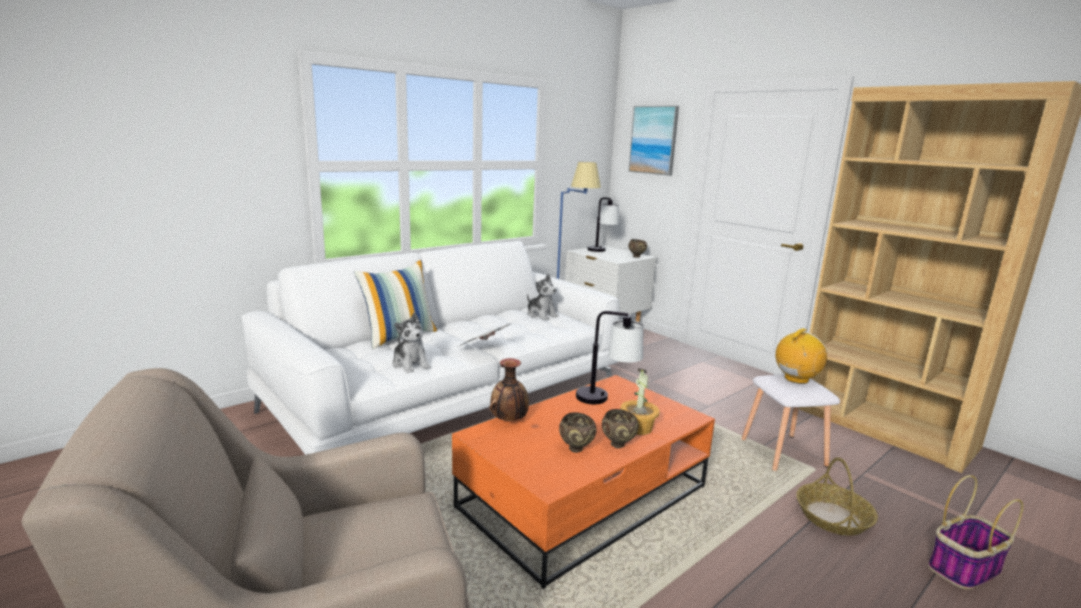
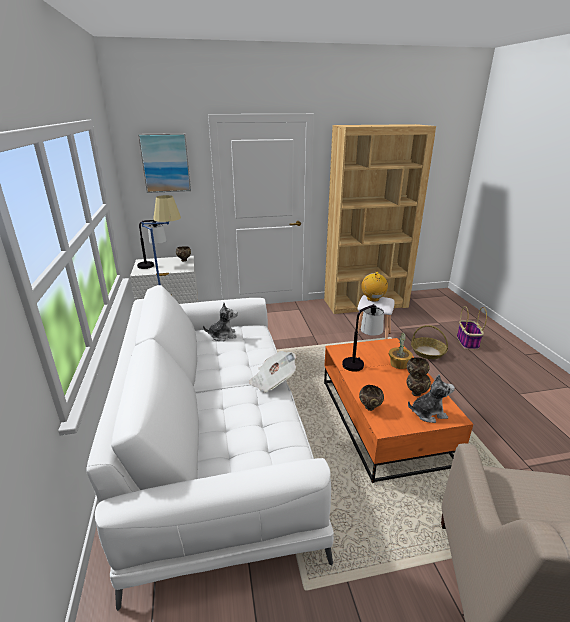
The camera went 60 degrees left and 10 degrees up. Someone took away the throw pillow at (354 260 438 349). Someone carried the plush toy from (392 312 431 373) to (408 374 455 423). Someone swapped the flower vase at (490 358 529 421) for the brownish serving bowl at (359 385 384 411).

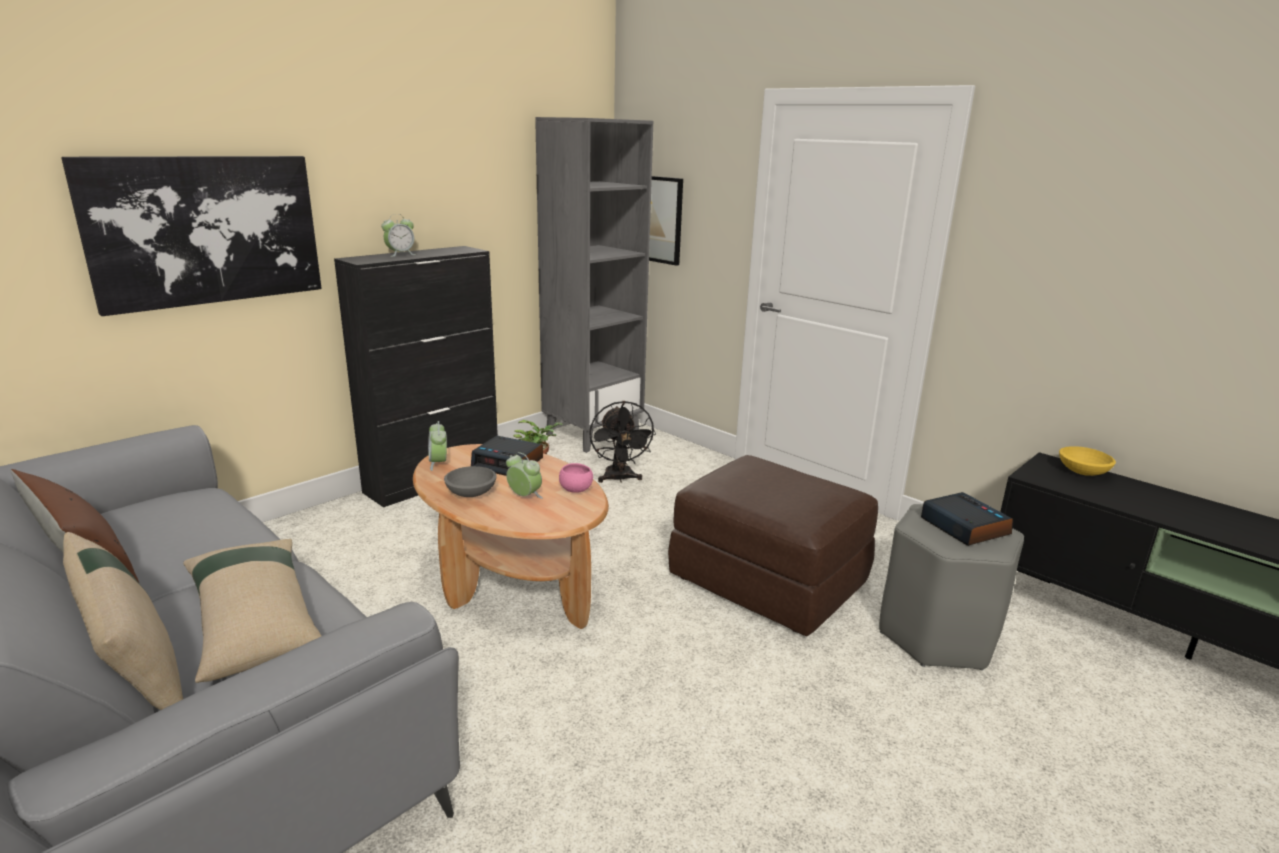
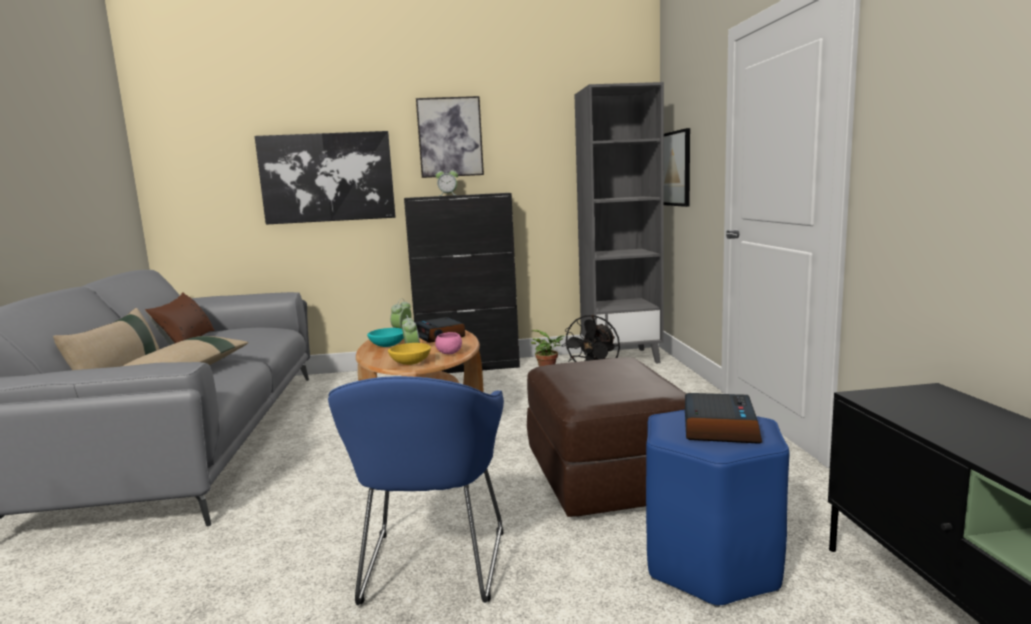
The camera went 40 degrees right and 10 degrees down. Someone put down the blue easy chair at (328 376 504 605). Someone put up the picture at (416 96 484 178). Someone carried the yellowish serving bowl from (1059 446 1116 476) to (388 343 431 365). Someone repainted the gray serving bowl at (444 466 497 497), which became the blue-green serving bowl at (367 328 404 347). Someone repainted the gray stool seat at (879 504 1024 670), which became the blue stool seat at (646 410 790 607).

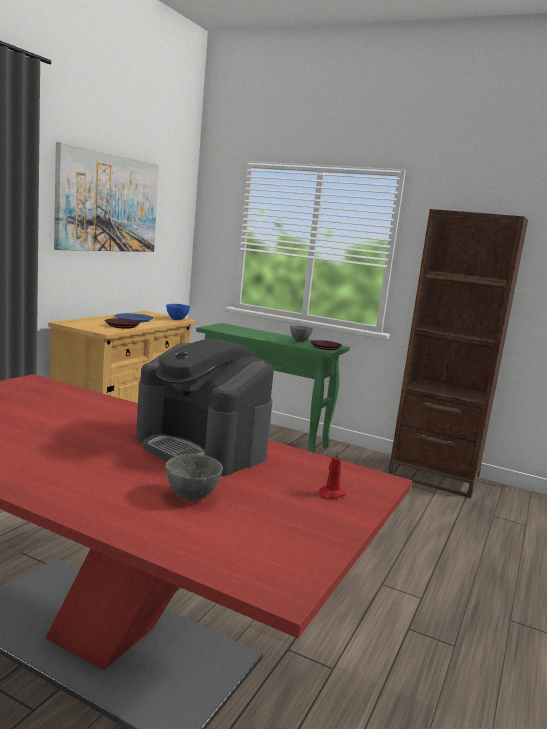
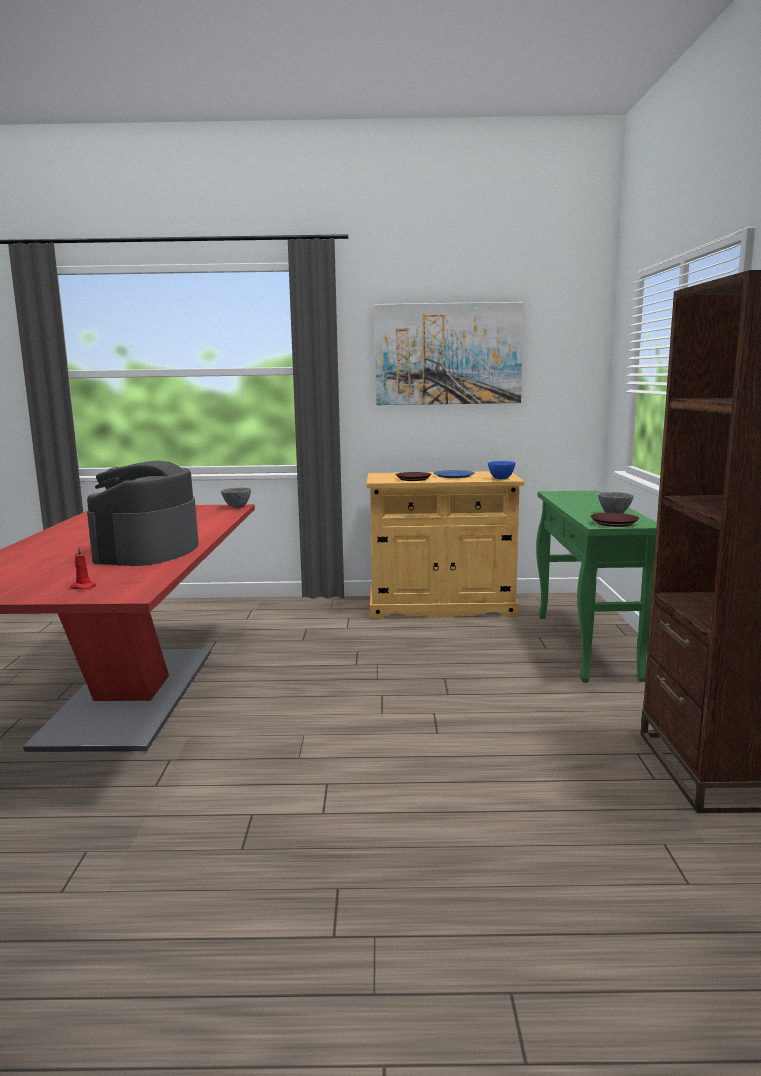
The camera went 65 degrees right and 0 degrees up. Someone carried the gray serving bowl from (165 454 223 501) to (221 488 251 508).

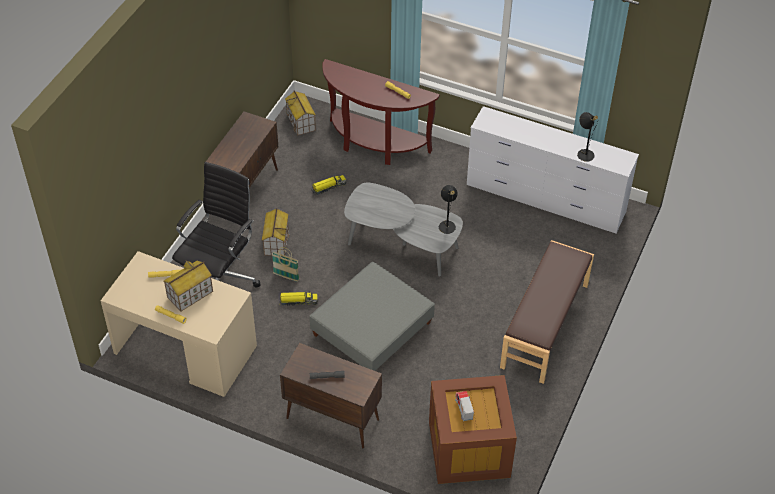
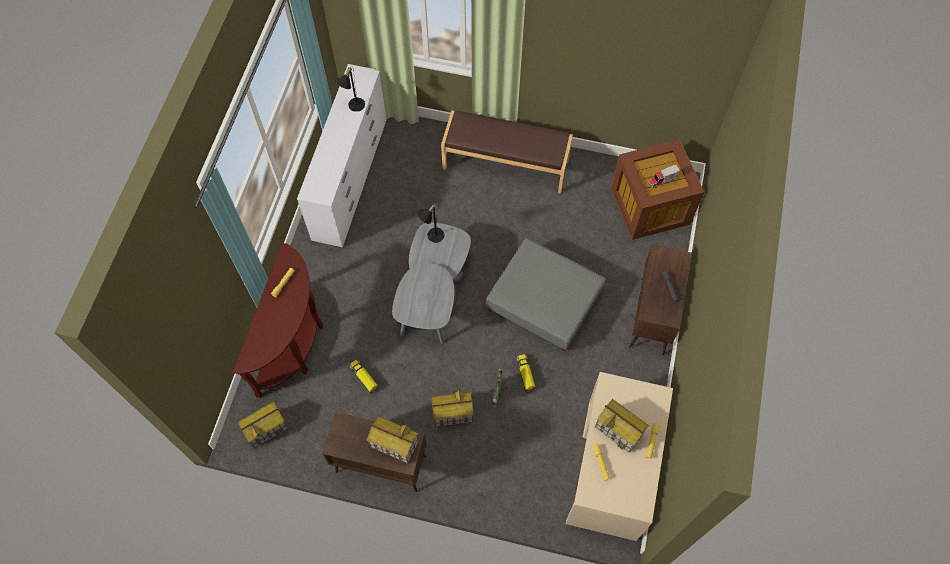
The camera went 100 degrees left and 15 degrees up. Someone took away the blackish computer chair at (172 162 260 287). Someone put down the toy house at (367 416 419 464).

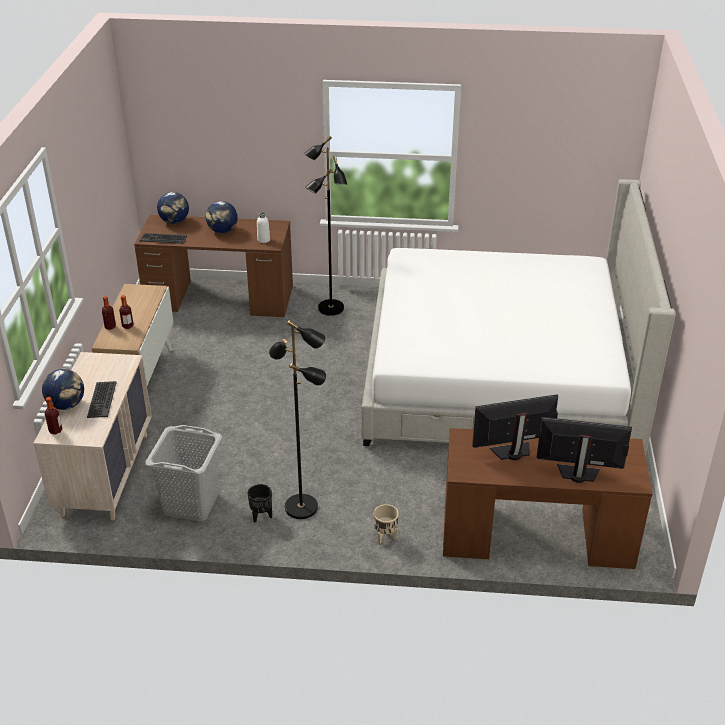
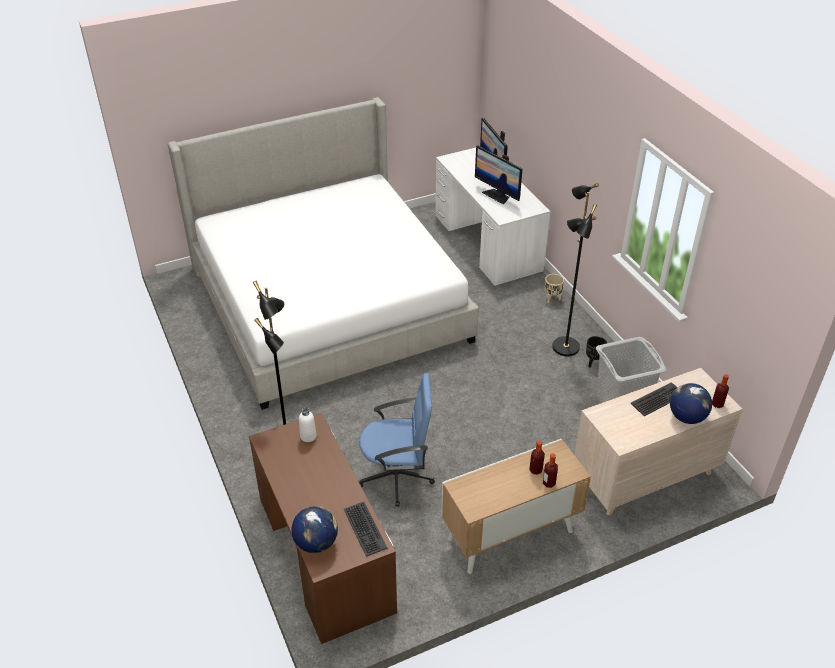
The camera went 120 degrees left and 5 degrees up. Someone took away the globe at (206 201 238 233). Someone put down the blue computer chair at (358 373 435 507). Someone repainted the brownish desk unit at (443 428 652 569), which became the white desk unit at (435 148 550 286).

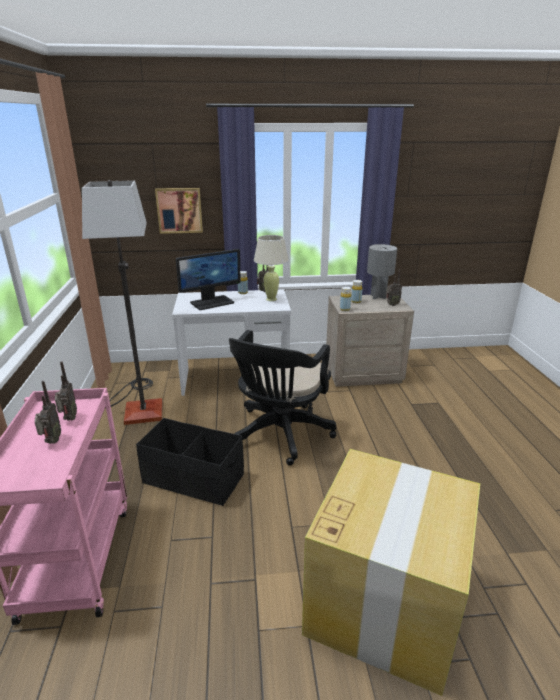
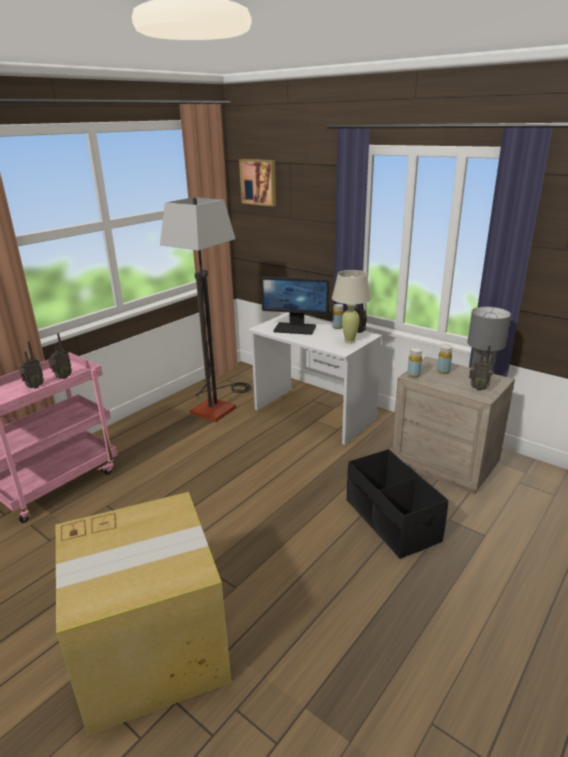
The camera went 45 degrees right and 0 degrees up. Someone took away the blackish computer chair at (229 330 336 466). Someone carried the blackish storage bin from (136 418 244 506) to (347 449 449 559). Someone carried the picture from (155 188 203 234) to (239 159 276 207).

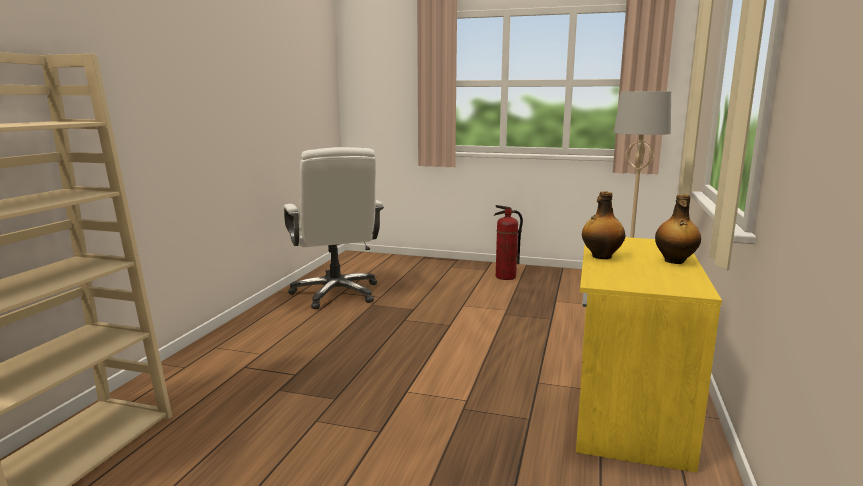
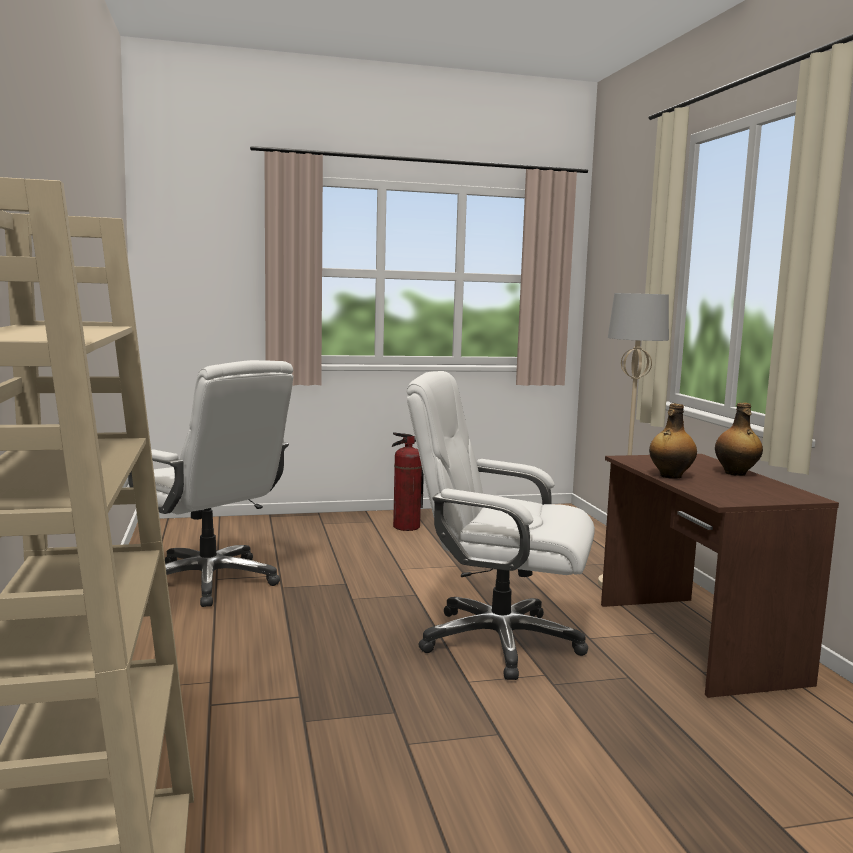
The camera went 30 degrees left and 5 degrees down. Someone put down the white computer chair at (406 371 595 680). Someone repainted the yellowish desk unit at (576 237 722 473), which became the brownish desk unit at (601 454 839 698).

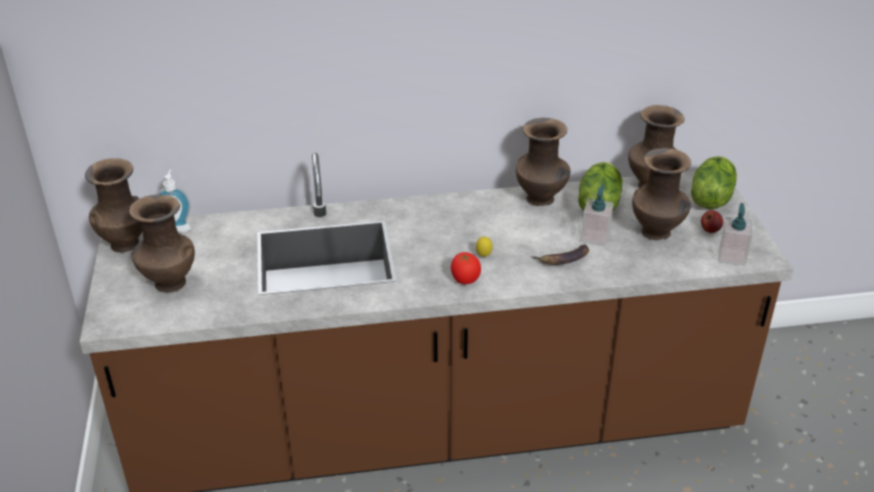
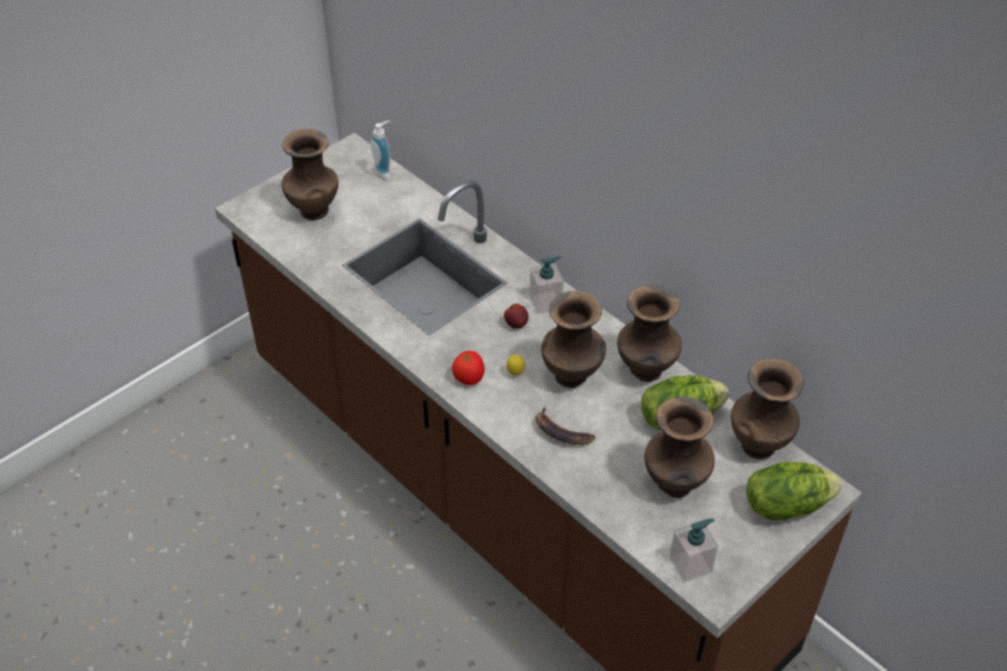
The camera went 55 degrees right and 10 degrees up. Someone carried the brownish flower vase from (85 158 142 253) to (541 291 606 388). Someone carried the soap bottle from (581 185 614 247) to (530 256 564 314). Someone carried the apple from (701 210 723 233) to (504 304 529 329).

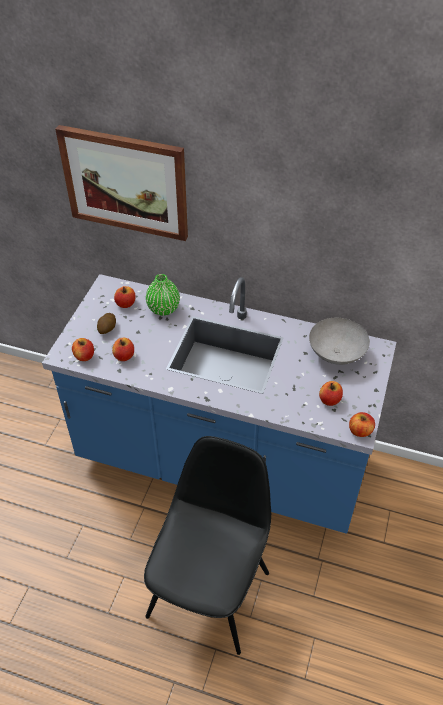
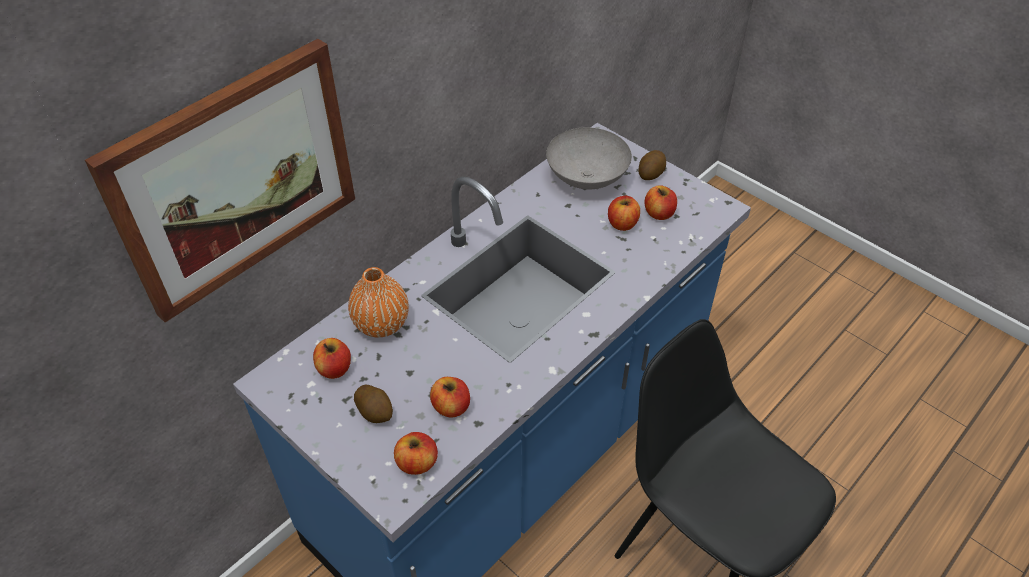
The camera went 65 degrees left and 0 degrees up. Someone put down the whole potato at (638 150 666 180). Someone carried the apple from (349 412 375 437) to (608 196 640 231). Someone repainted the green-coloured flower vase at (146 274 180 316), which became the orange flower vase at (348 267 409 337).

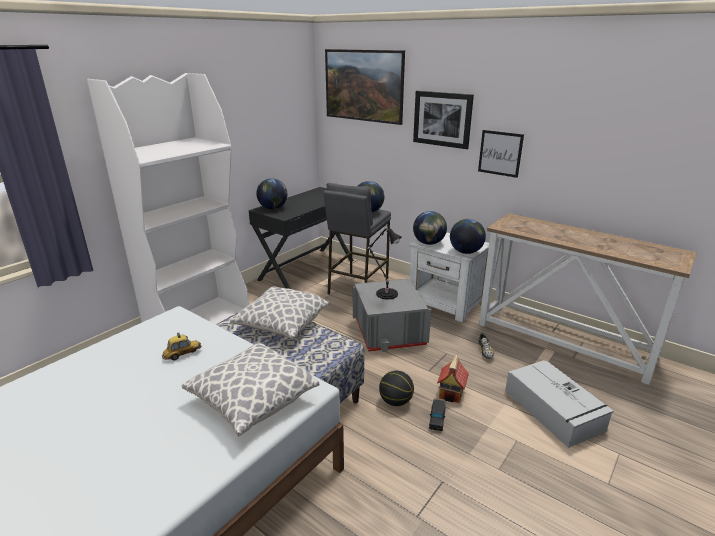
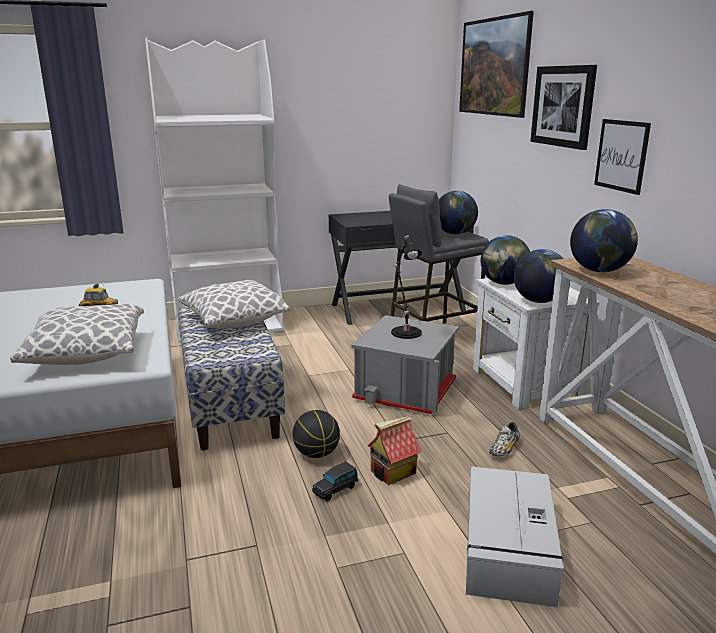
The camera went 35 degrees right and 5 degrees down. Someone carried the globe from (256 178 288 209) to (570 209 638 272).

